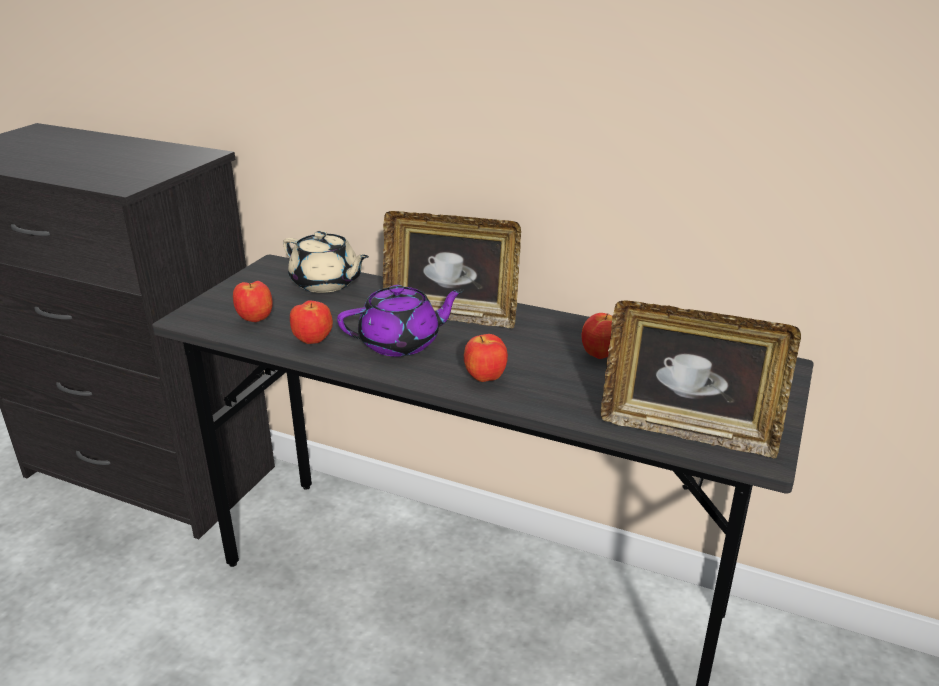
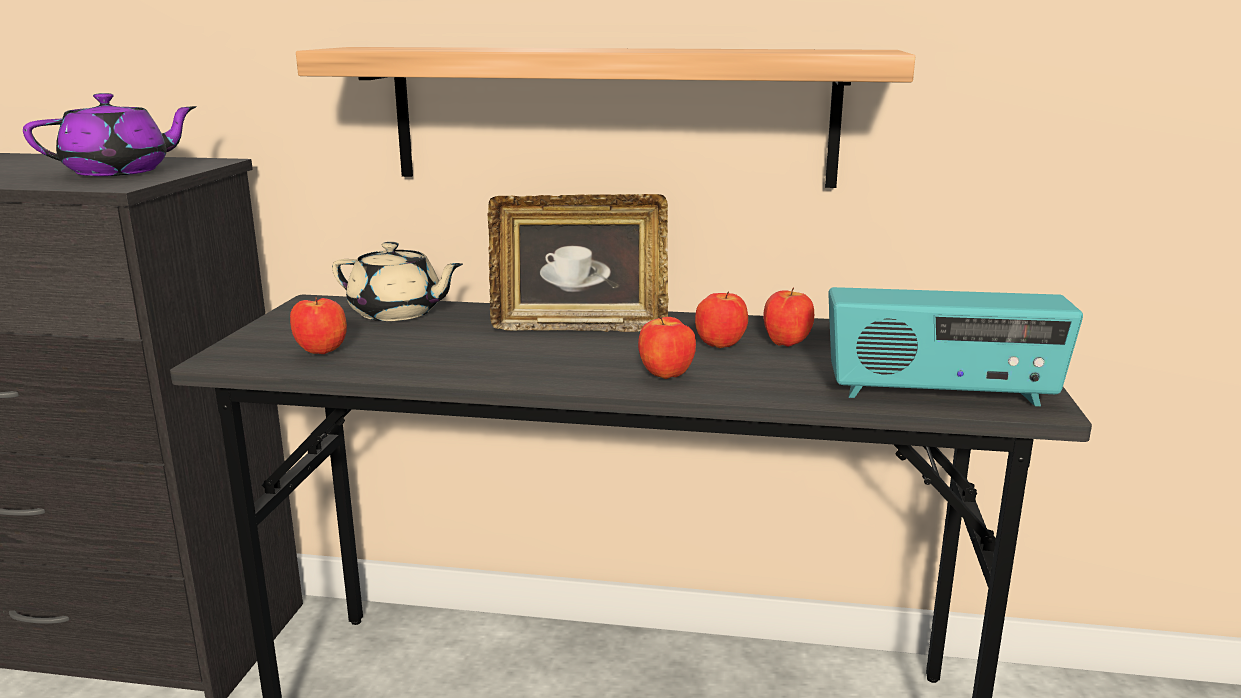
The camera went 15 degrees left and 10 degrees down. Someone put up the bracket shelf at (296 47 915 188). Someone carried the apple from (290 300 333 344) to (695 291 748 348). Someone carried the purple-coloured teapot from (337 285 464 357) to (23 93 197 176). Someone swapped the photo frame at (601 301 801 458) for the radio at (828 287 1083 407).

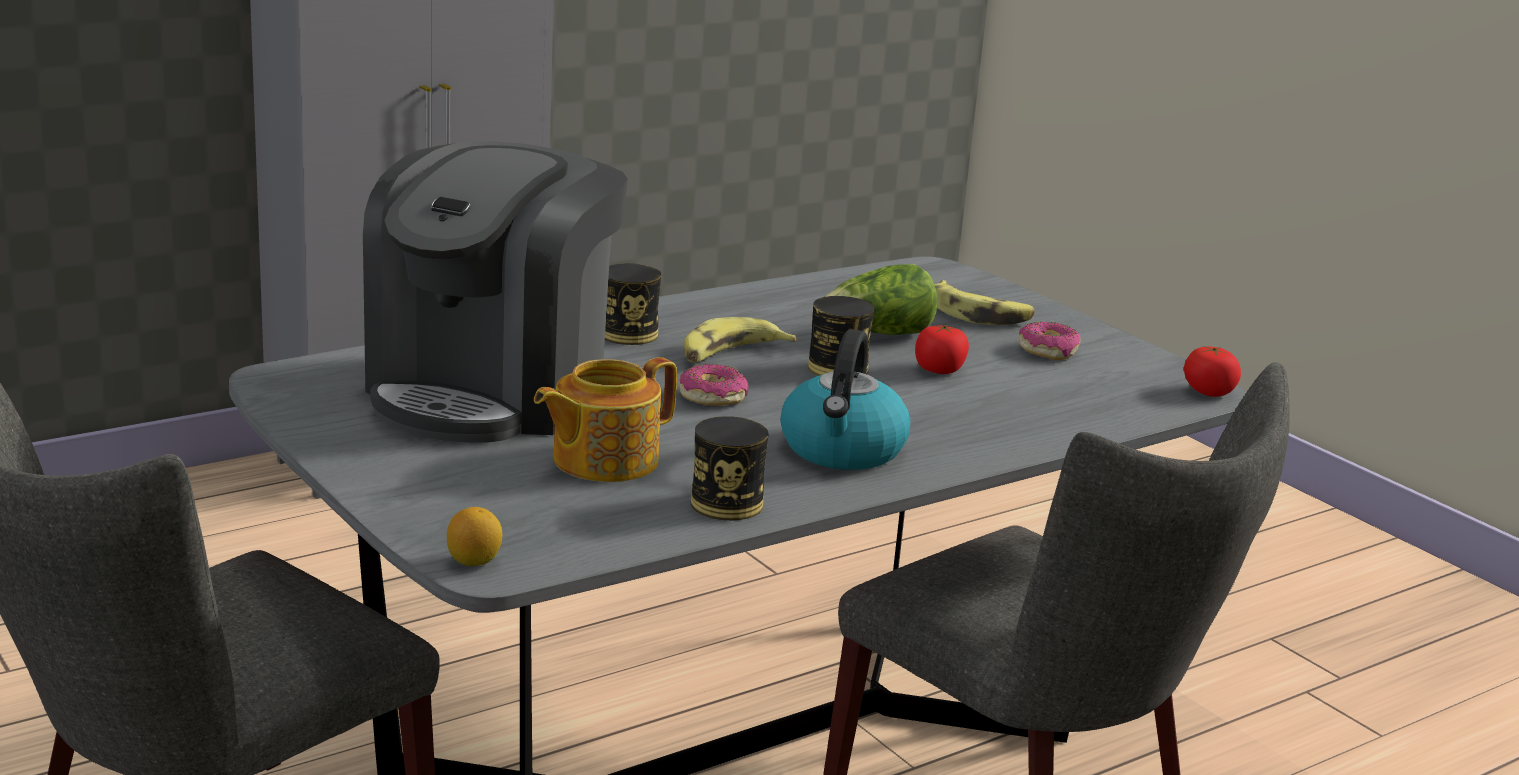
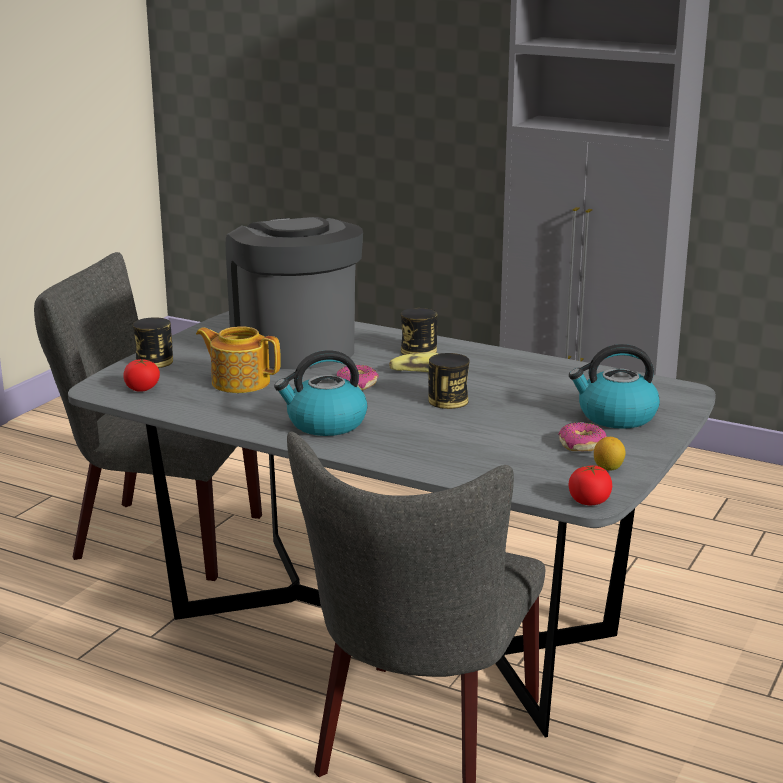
The camera went 65 degrees right and 0 degrees up. Someone took away the head of lettuce at (824 264 937 335). Someone carried the whole lemon from (447 507 502 566) to (594 437 626 471). Someone carried the metal can from (691 416 769 520) to (133 317 173 368). Someone carried the tomato from (915 324 969 374) to (123 359 160 392). Someone swapped the banana at (934 280 1035 325) for the water kettle at (569 344 660 429). Someone rotated the coffee maker at (363 141 628 443) by 75 degrees clockwise.

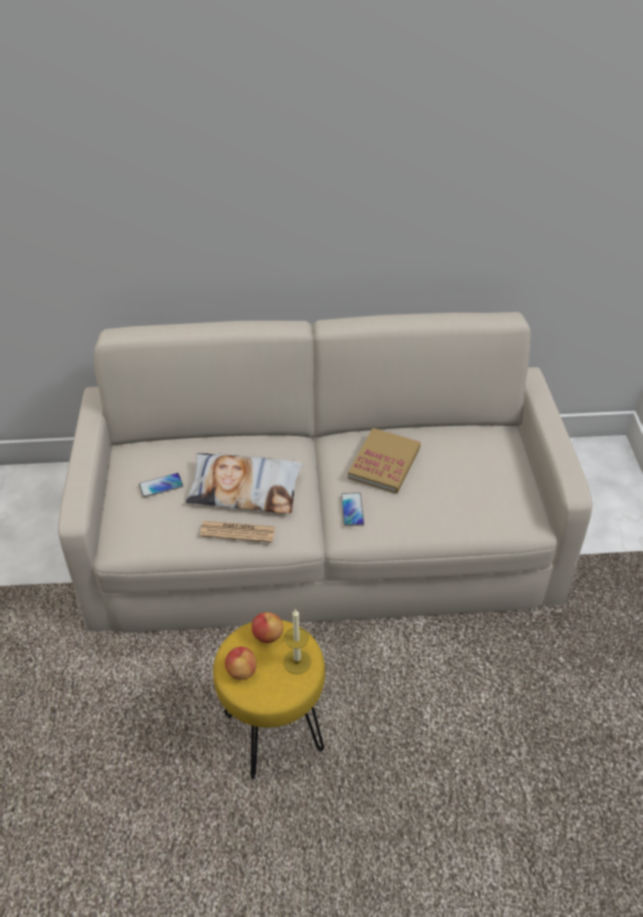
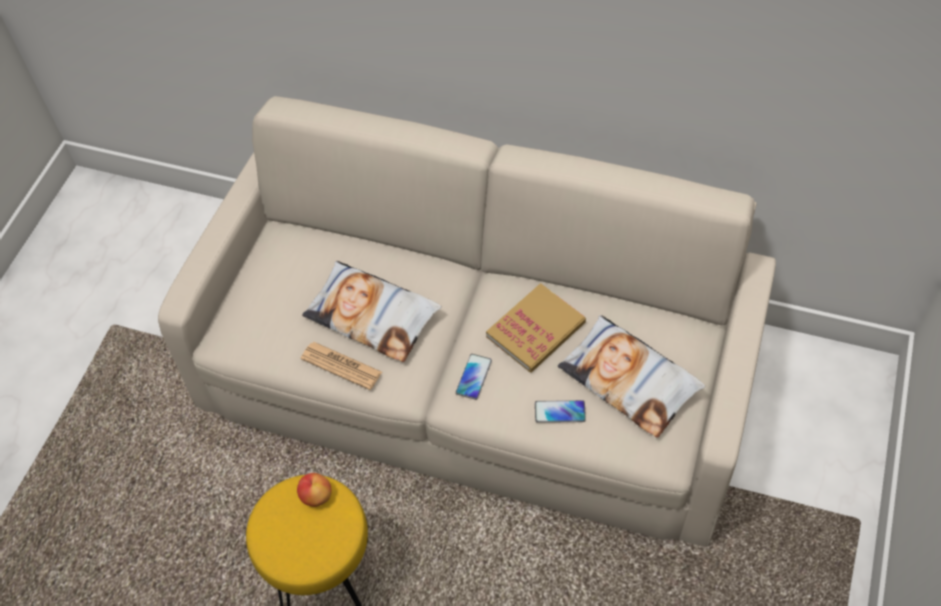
The camera went 25 degrees right and 10 degrees up. Someone took away the apple at (225 647 257 680). Someone took away the candle at (283 609 311 674). Someone put down the throw pillow at (558 315 705 438). Someone carried the phone from (139 473 183 497) to (535 400 586 423).

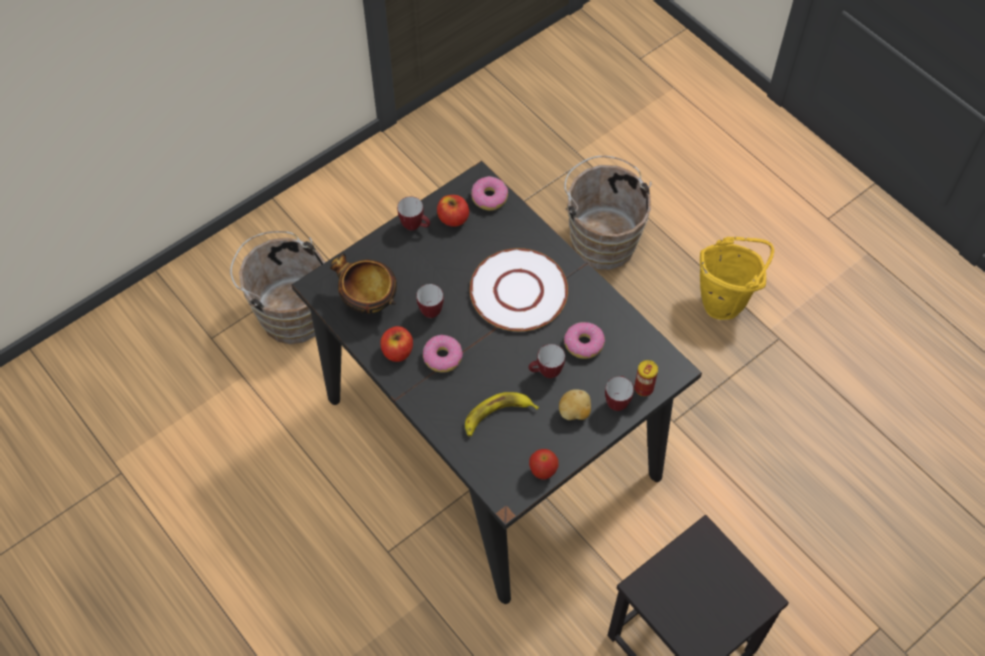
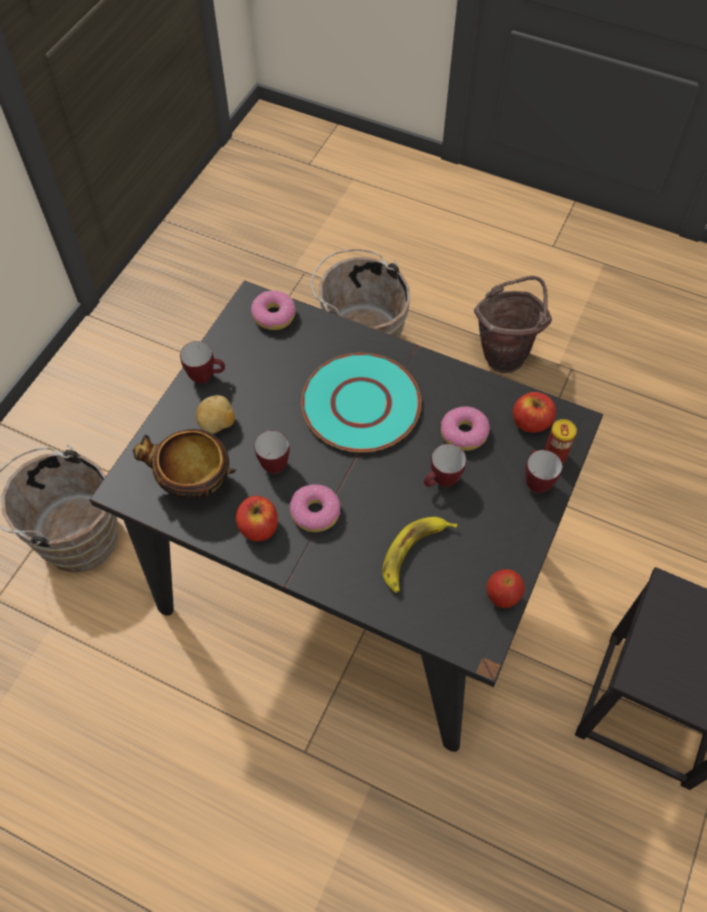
The camera went 25 degrees left and 0 degrees up. Someone carried the apple from (437 195 469 227) to (513 392 556 433). Someone carried the whole potato from (559 389 591 420) to (196 395 235 434). Someone repainted the white plate at (470 248 568 331), which became the blue-green plate at (301 353 421 452). Someone repainted the yellowish pail at (700 237 774 320), which became the brownish pail at (474 276 552 373).

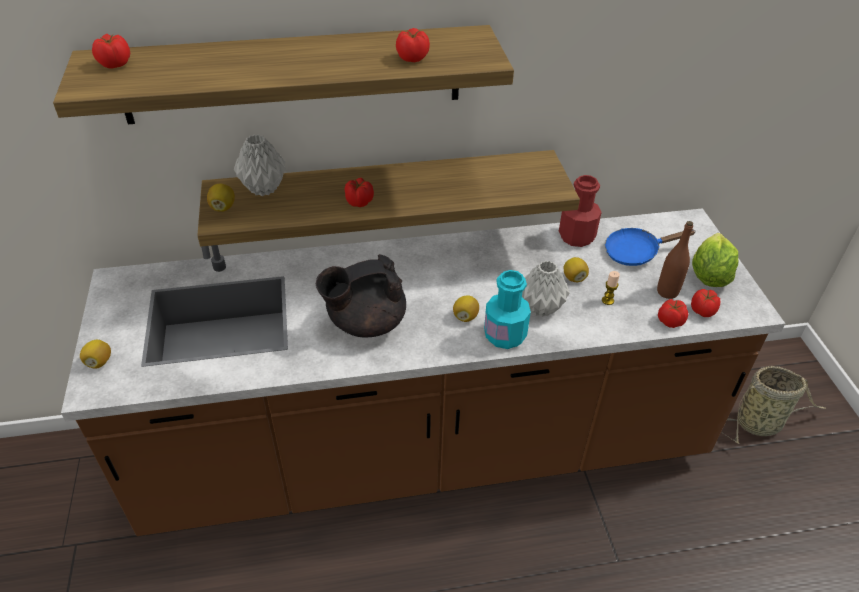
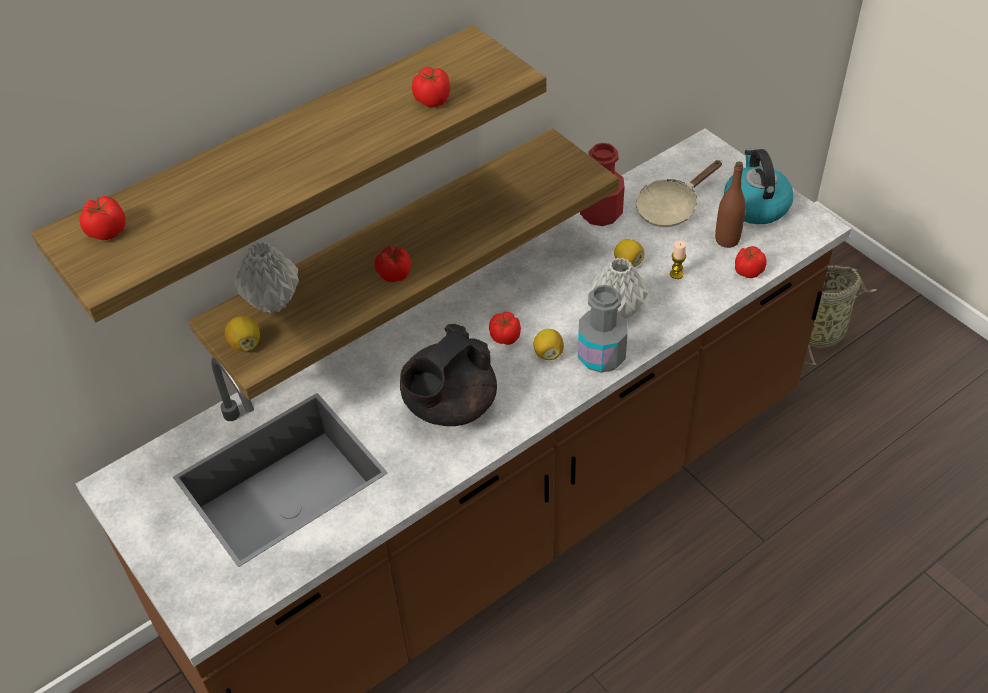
The camera went 25 degrees left and 5 degrees up. Someone took away the whole lemon at (80 340 111 369). Someone carried the tomato from (691 289 720 317) to (489 312 521 345). Someone swapped the head of lettuce at (692 233 738 287) for the water kettle at (724 149 794 224). Someone repainted the blue-green bottle at (484 270 531 349), which became the gray bottle at (578 285 628 373). Someone repainted the blue frying pan at (605 228 696 266), which became the sand-coloured frying pan at (636 160 722 227).

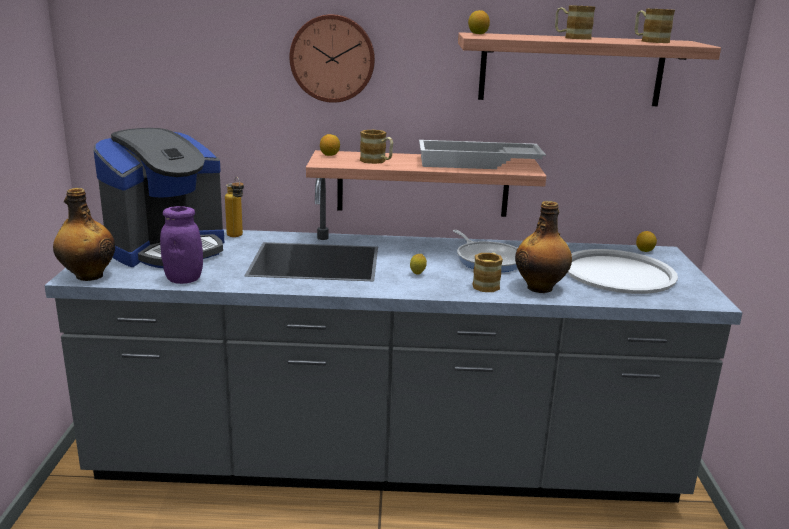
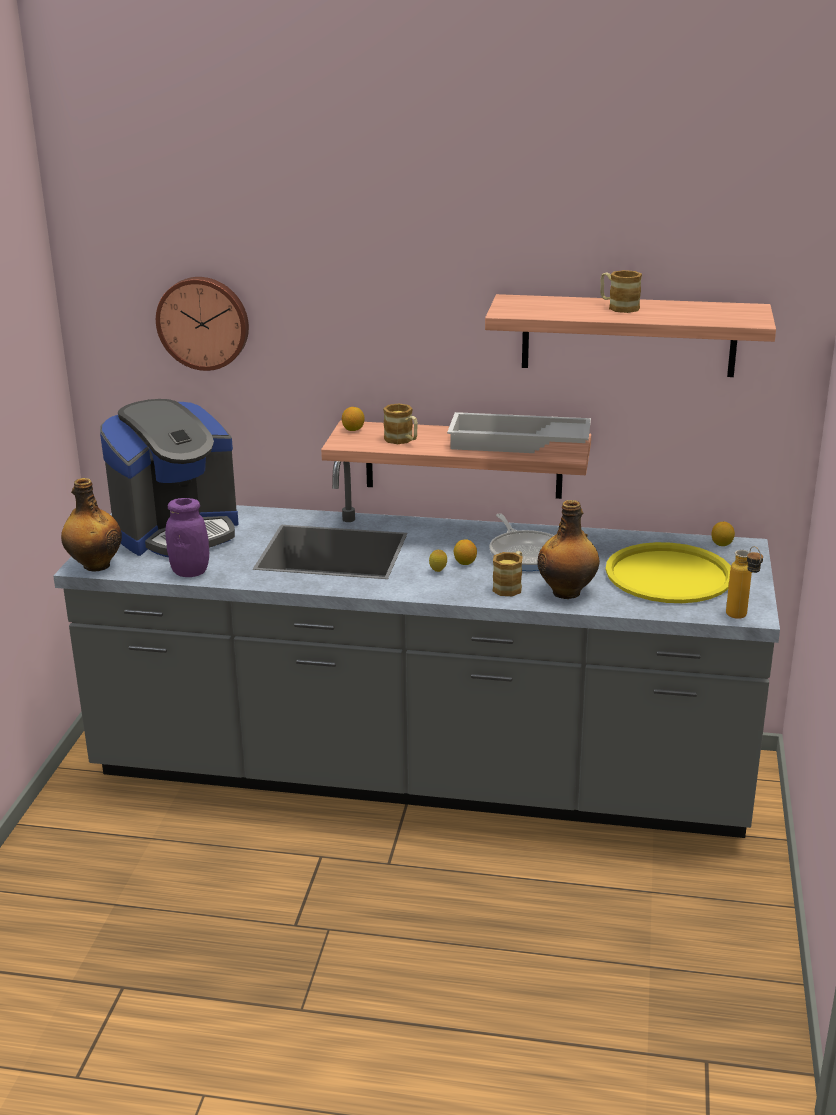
The camera went 10 degrees right and 5 degrees up. Someone took away the tea mug at (635 9 675 43). Someone carried the bottle from (225 177 244 237) to (726 546 763 619). Someone carried the hanging clock from (289 14 375 103) to (156 277 249 371). Someone carried the whole lemon from (468 10 490 34) to (454 539 477 565). Someone repainted the white tray at (567 249 678 294), which became the yellowish tray at (606 542 731 603).

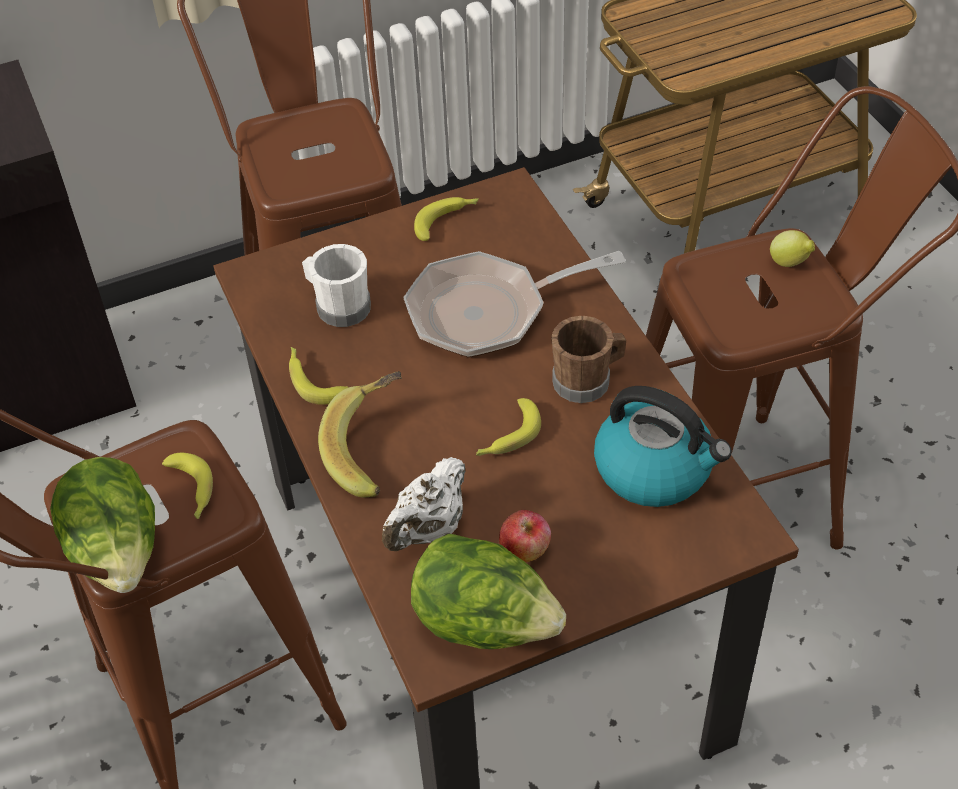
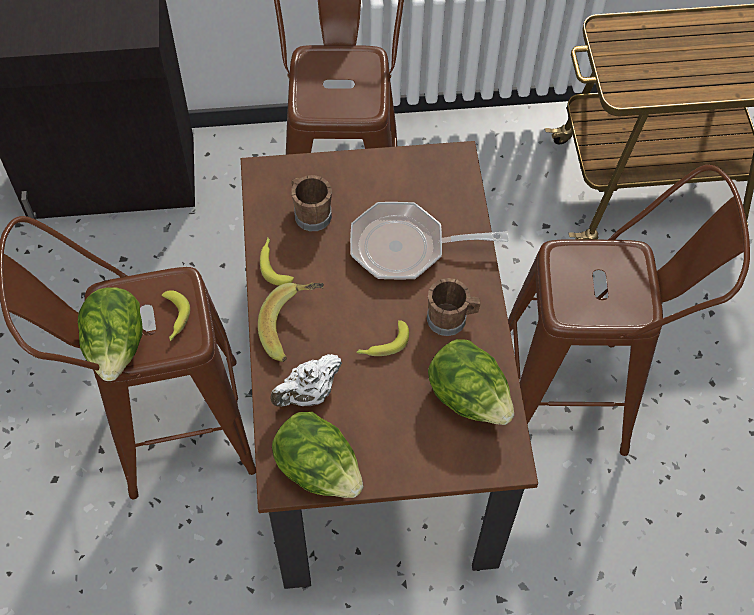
The camera went 15 degrees right and 10 degrees up. Someone took away the banana at (414 197 479 241). Someone took away the apple at (499 510 551 562). Someone took away the whole lemon at (770 230 815 267). Someone swapped the water kettle at (594 386 732 507) for the head of lettuce at (428 339 514 425). Someone repainted the white tea mug at (302 244 371 327), which became the brownish tea mug at (291 175 332 231).

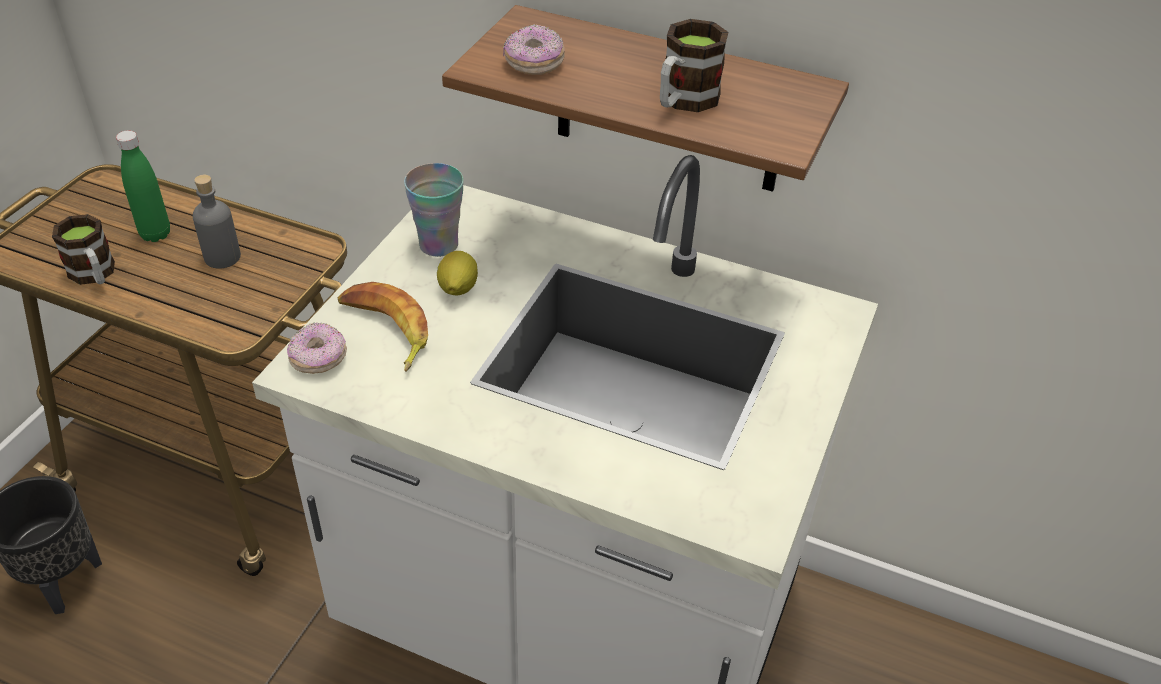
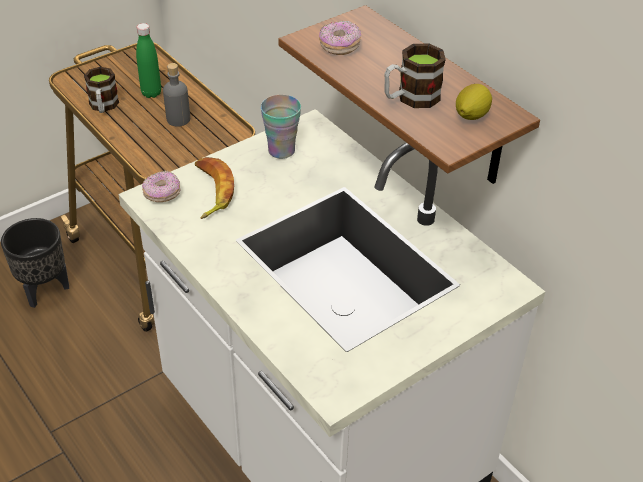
The camera went 30 degrees right and 0 degrees up. Someone carried the whole lemon from (437 251 478 295) to (456 84 492 120).

